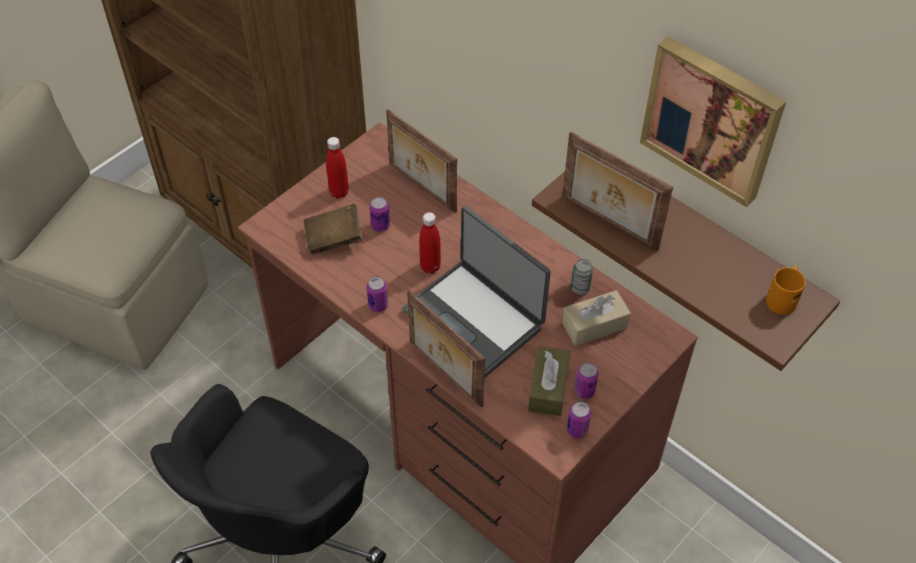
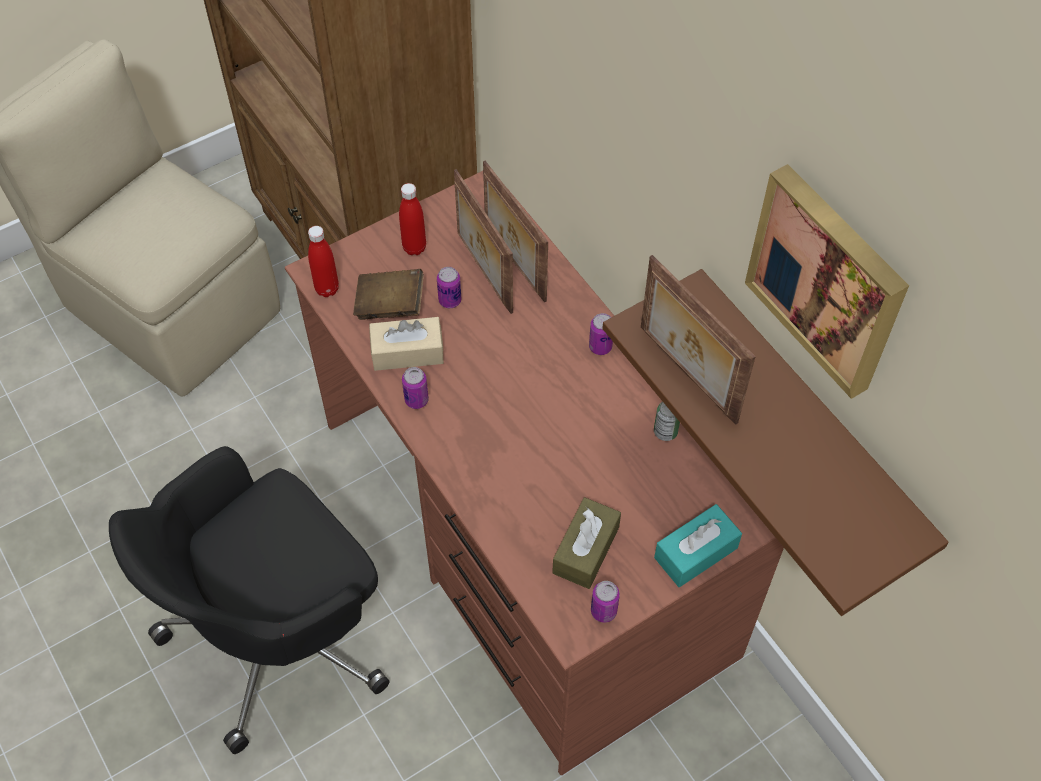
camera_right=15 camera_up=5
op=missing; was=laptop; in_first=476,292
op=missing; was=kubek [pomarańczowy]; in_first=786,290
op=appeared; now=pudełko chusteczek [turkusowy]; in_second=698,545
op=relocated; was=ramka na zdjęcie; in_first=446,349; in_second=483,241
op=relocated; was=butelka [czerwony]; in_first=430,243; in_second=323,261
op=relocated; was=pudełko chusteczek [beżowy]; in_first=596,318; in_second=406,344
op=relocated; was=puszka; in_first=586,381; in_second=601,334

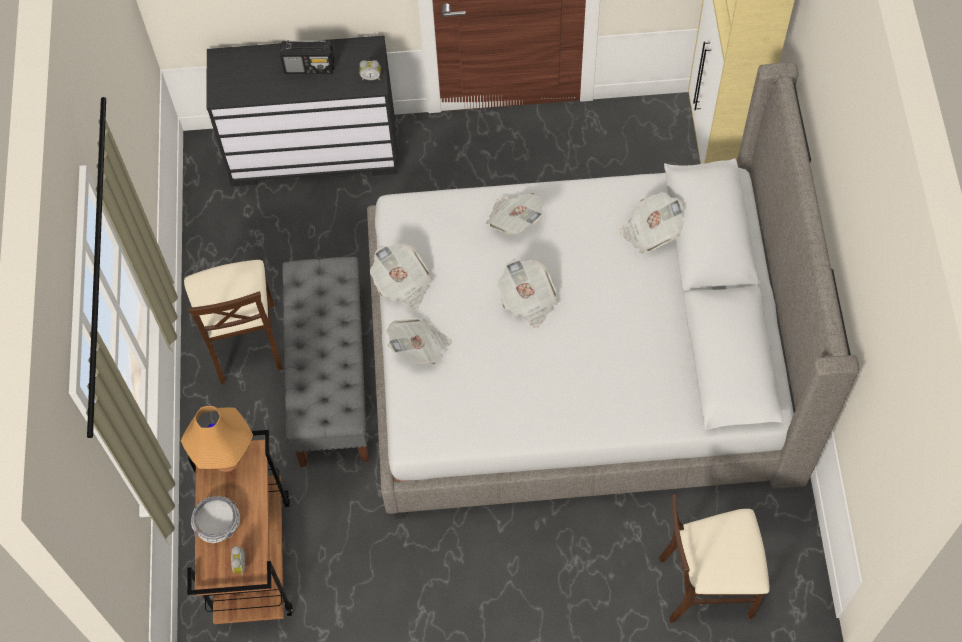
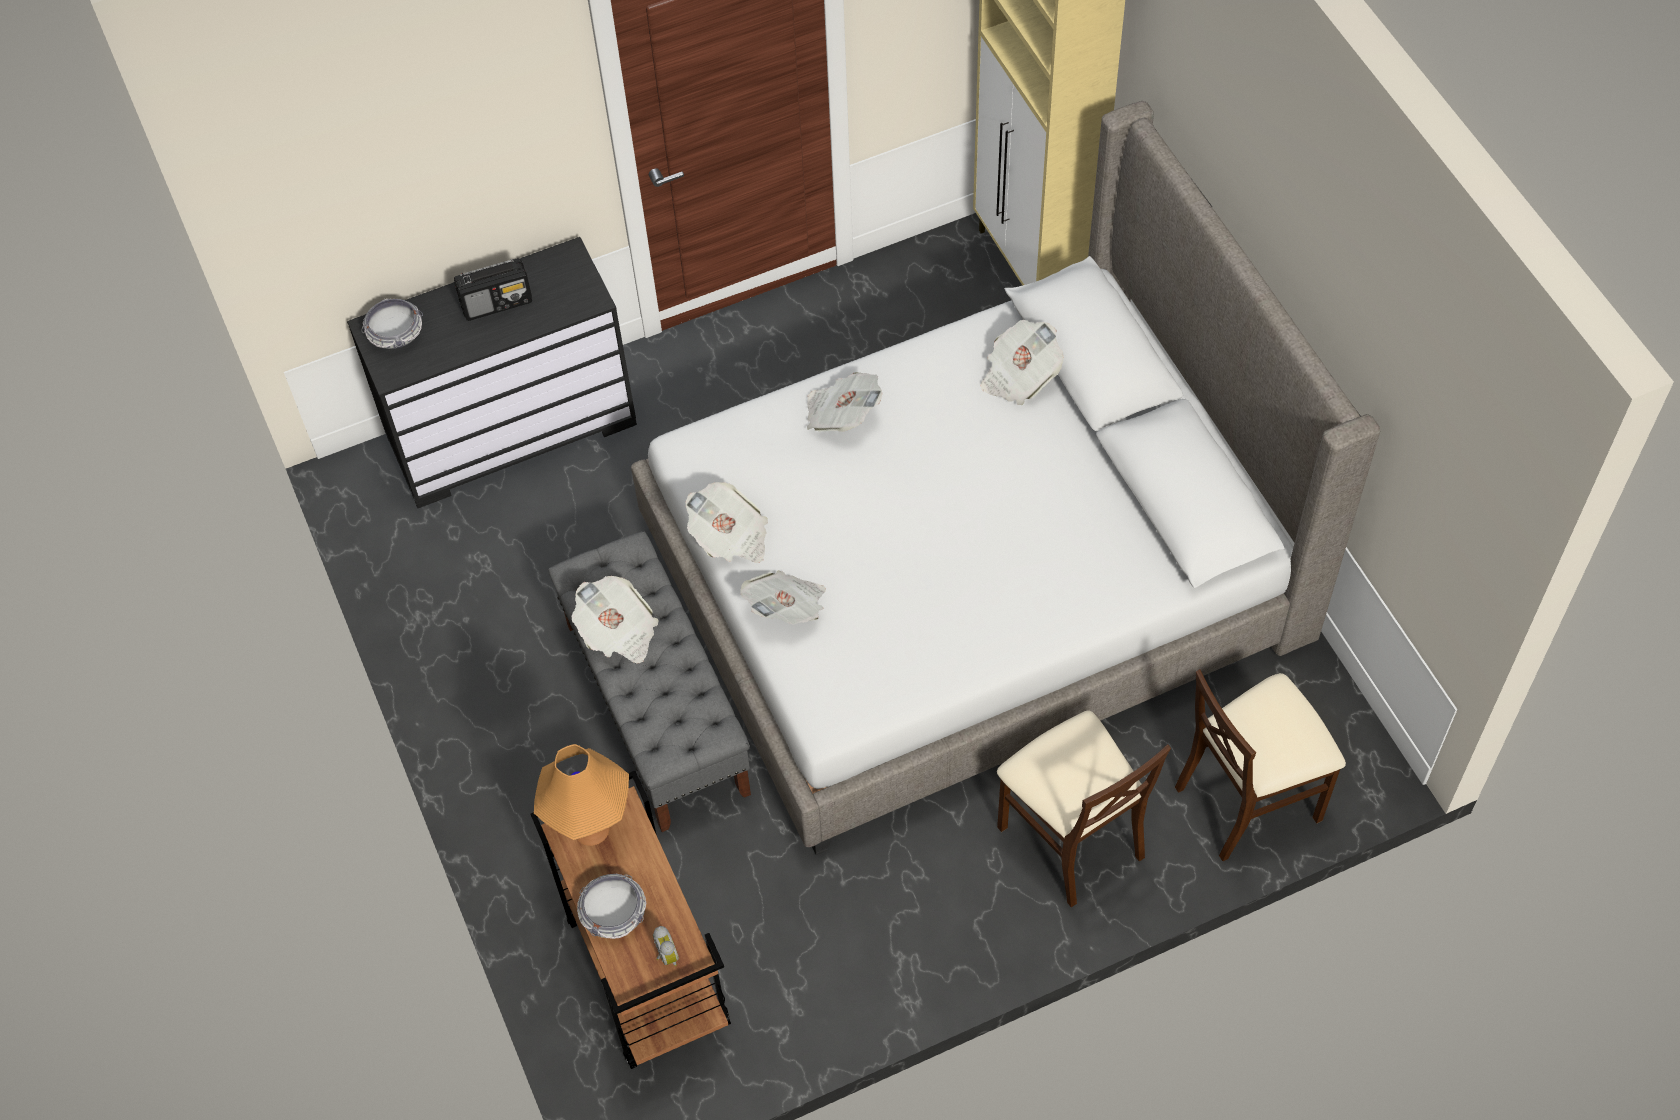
camera_right=-20 camera_up=-5
op=missing; was=budzik; in_first=370,70
op=appeared; now=miska; in_second=392,323
op=relocated; was=krzesło [beżowy]; in_first=233,322; in_second=1084,808
op=relocated; was=gazeta; in_first=528,293; in_second=615,620

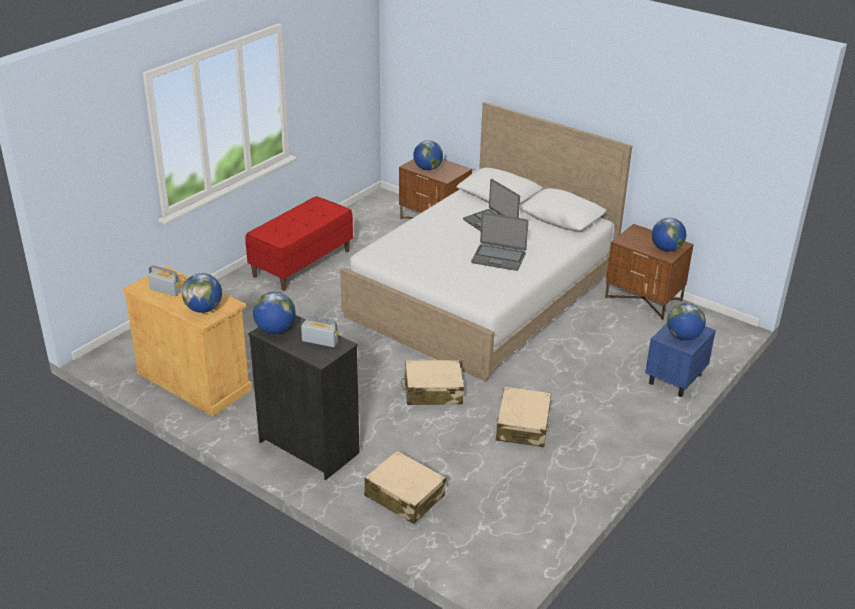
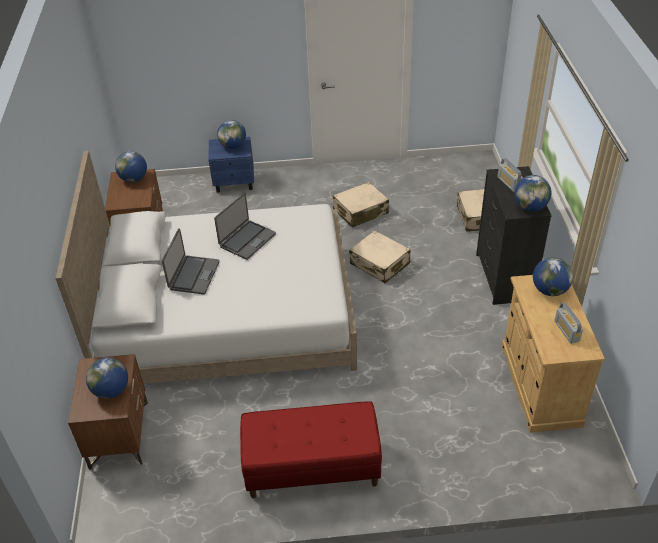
camera_right=-130 camera_up=10
op=spun; was=laptop; in_first=500,241; in_second=245,226; clockwise=60

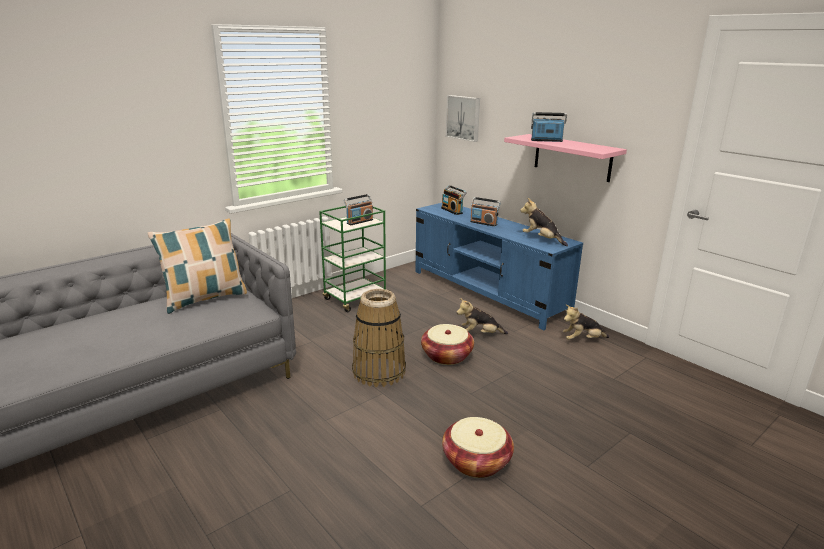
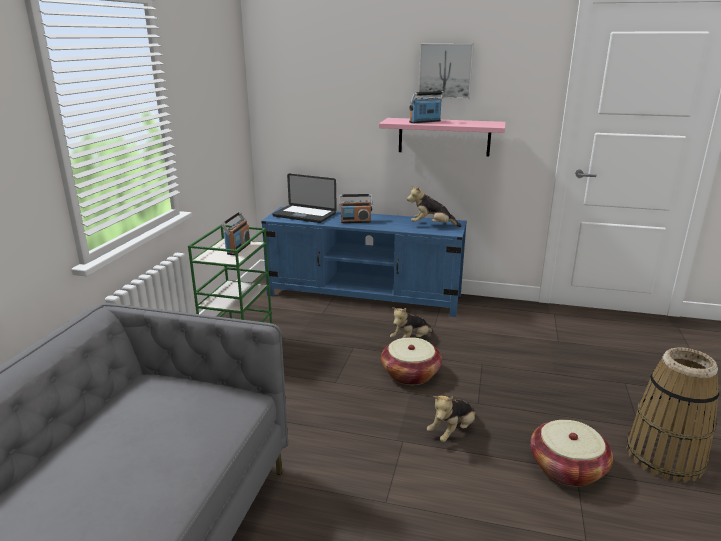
camera_right=-35 camera_up=0
op=missing; was=poduszka; in_first=197,266
op=relocated; was=koszyk; in_first=379,338; in_second=673,415
op=relocated; was=obraz; in_first=463,118; in_second=446,71
op=relocated; was=pluszak; in_first=586,322; in_second=451,419
op=exchanged; was=radio; now=laptop; in_first=454,200; in_second=304,198

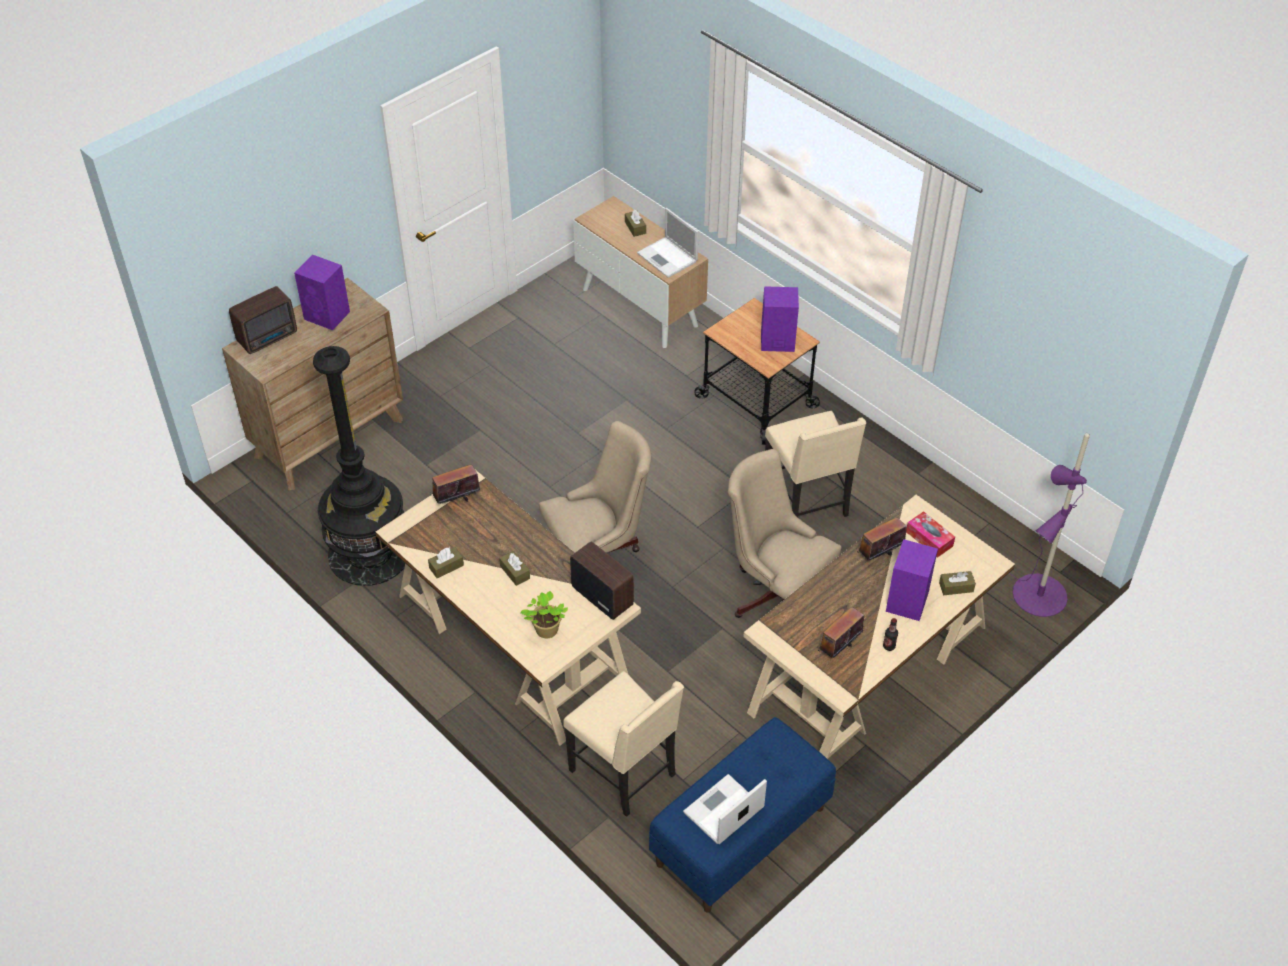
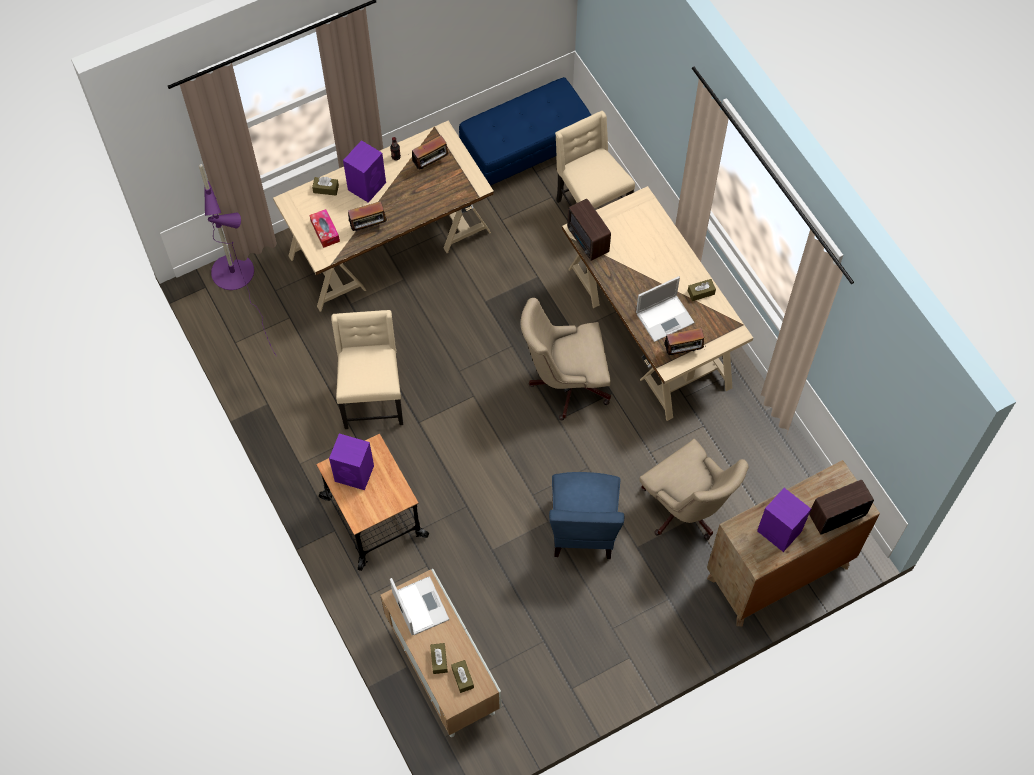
camera_right=-165 camera_up=15
op=missing; was=lampa stojąca [czarny]; in_first=359,466
op=missing; was=roślina doniczkowa; in_first=544,614
op=appeared; now=krzesło [niebieski]; in_second=586,515
op=relocated; was=pudełko chusteczek [brązowy]; in_first=514,568; in_second=462,676
op=relocated; was=laptop; in_first=725,809; in_second=665,309
op=relocated; was=krzesło biurowe [beżowy]; in_first=785,533; in_second=694,489

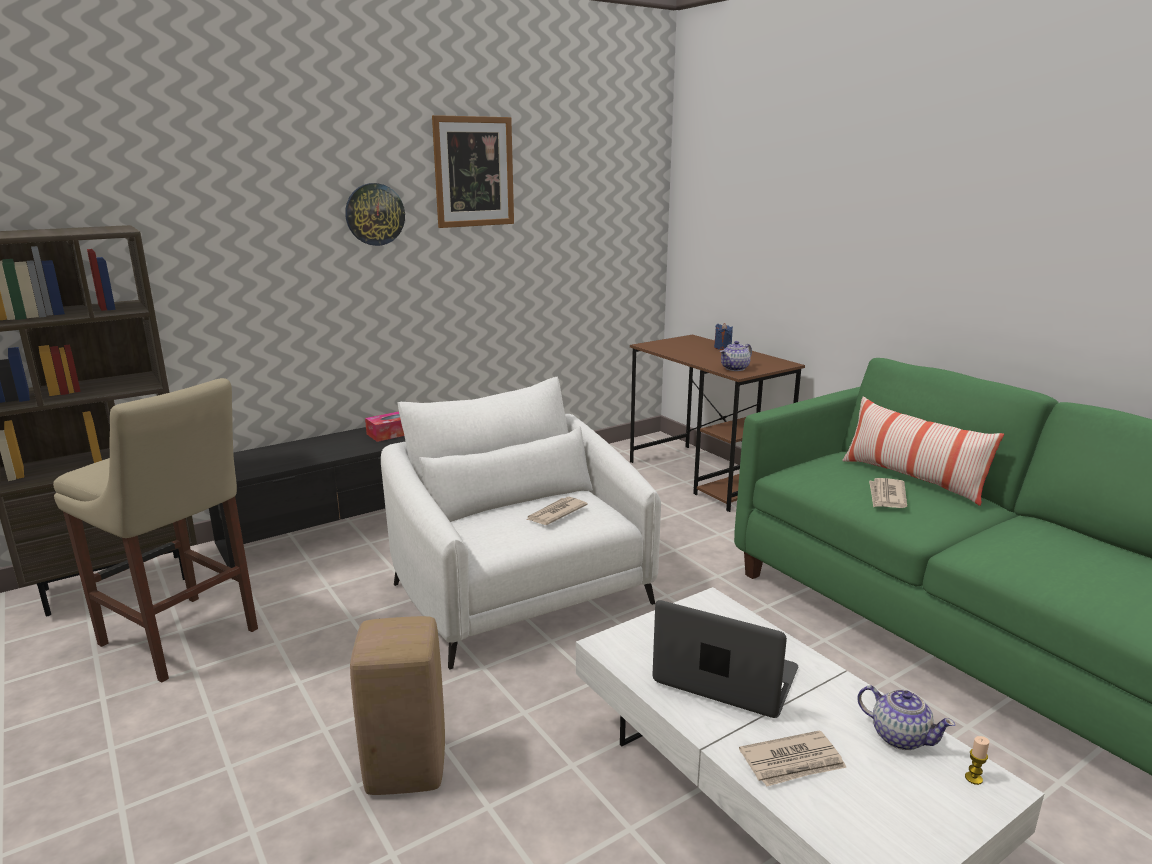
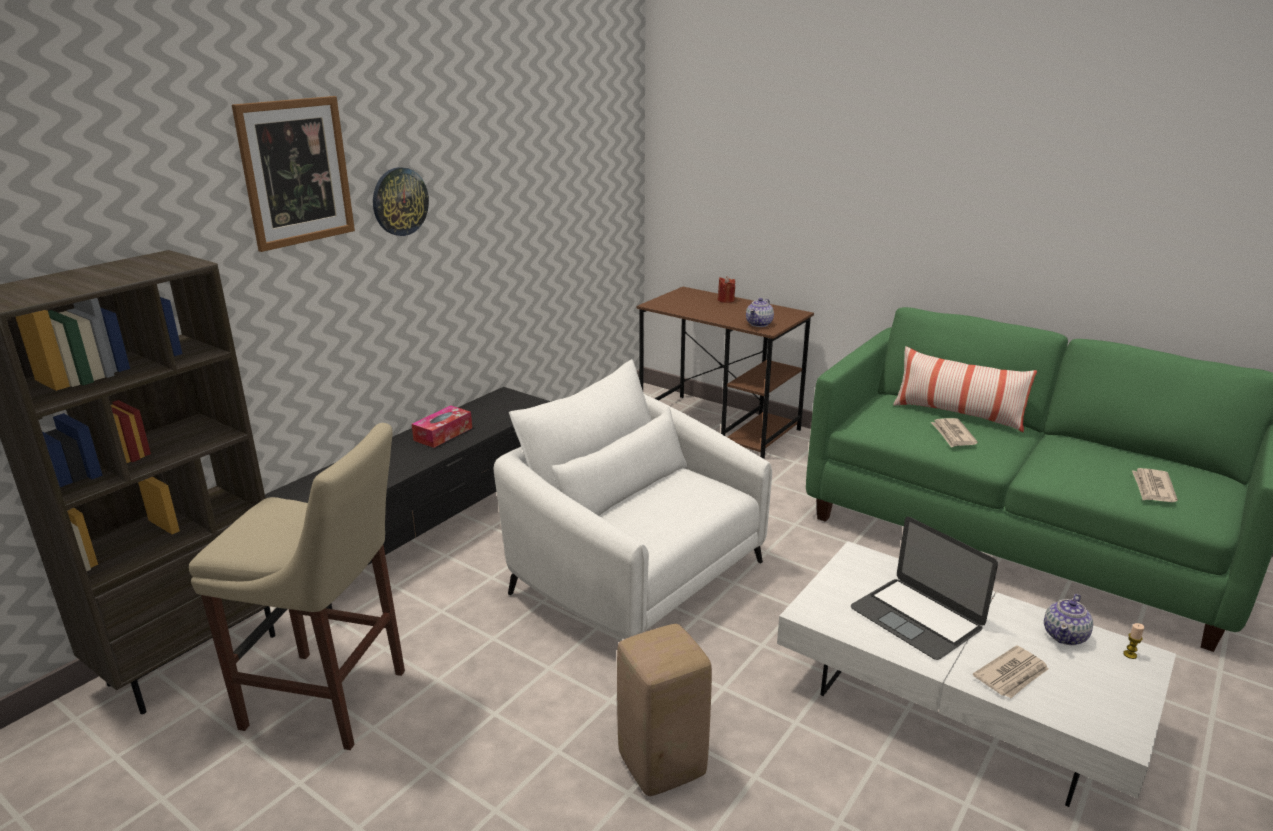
camera_right=-20 camera_up=5
op=relocated; was=obraz; in_first=473,171; in_second=293,174
op=relocated; was=gazeta; in_first=557,511; in_second=1155,485
op=colour; was=świeca [niebieski]; now=świeca [czerwony]; in_first=723,336; in_second=726,289
op=spun; was=laptop; in_first=725,659; in_second=924,588; clockwise=-135
op=spun; was=imbryk; in_first=906,717; in_second=1068,619; clockwise=105

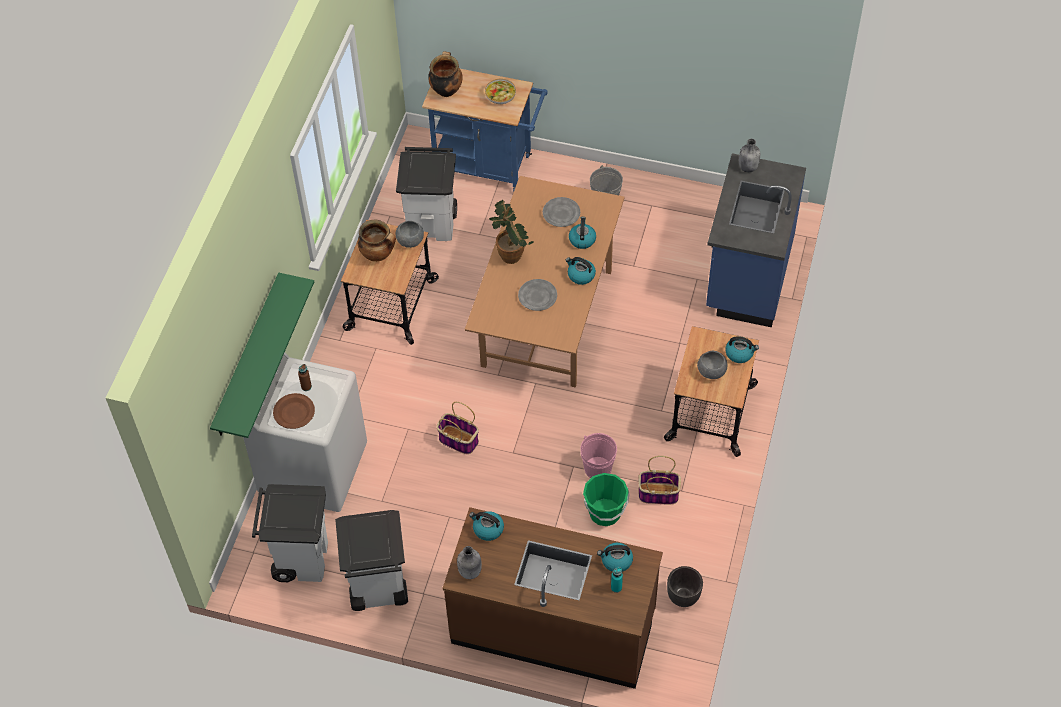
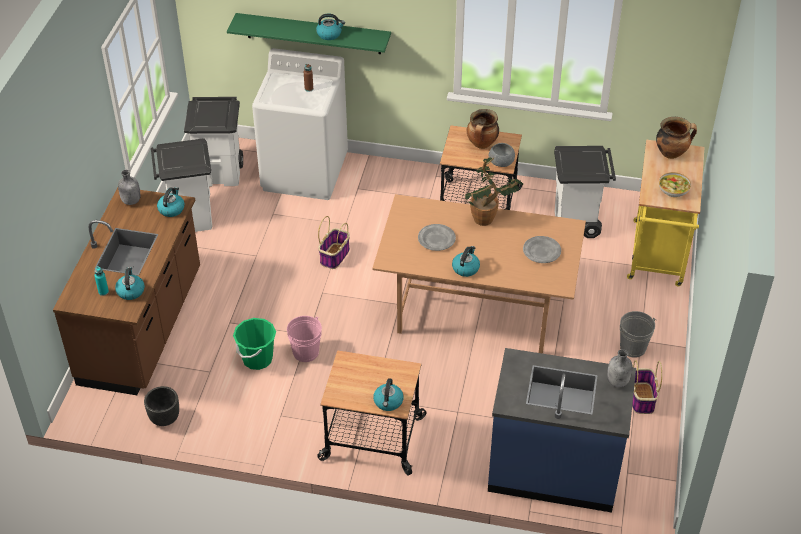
camera_right=85 camera_up=-10
op=missing; was=talerz [brązowy]; in_first=294,411
op=missing; was=miska [szary]; in_first=712,365
op=relocated; was=czajnik; in_first=582,233; in_second=330,27
op=relocated; was=koszyk; in_first=659,480; in_second=647,387
op=colour; was=wózek [niebieski]; now=wózek [żółty]; in_first=485,131; in_second=665,212

